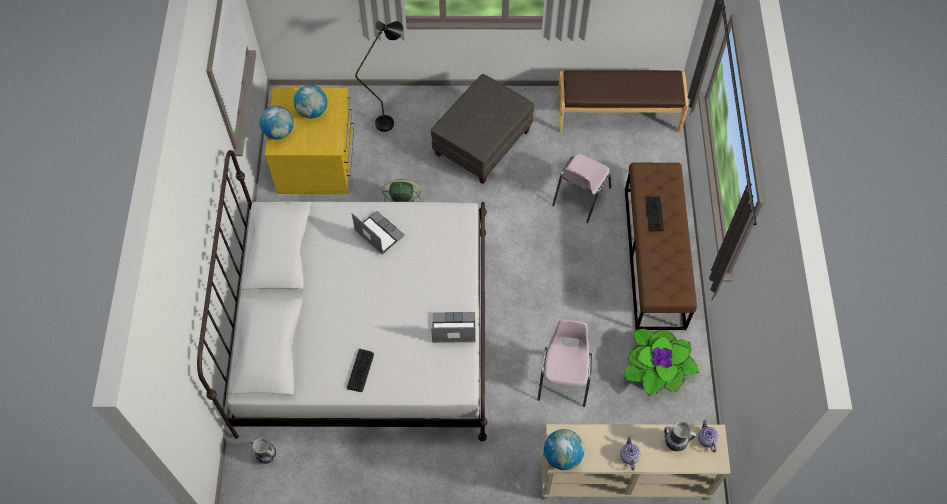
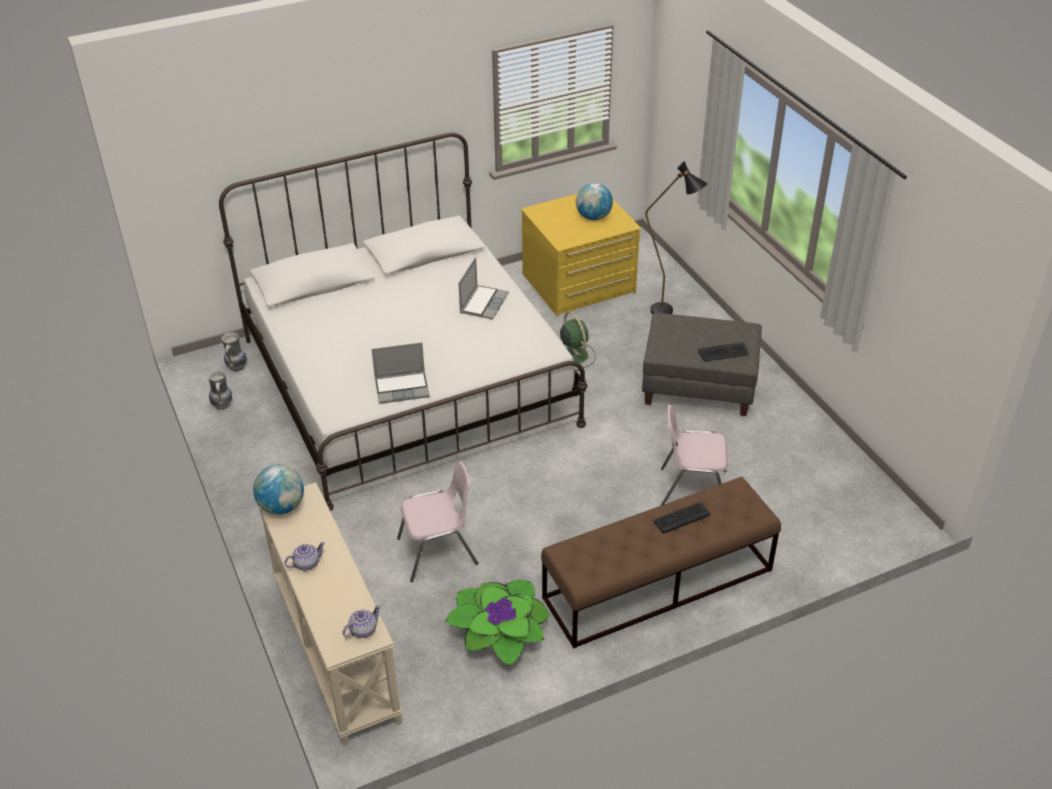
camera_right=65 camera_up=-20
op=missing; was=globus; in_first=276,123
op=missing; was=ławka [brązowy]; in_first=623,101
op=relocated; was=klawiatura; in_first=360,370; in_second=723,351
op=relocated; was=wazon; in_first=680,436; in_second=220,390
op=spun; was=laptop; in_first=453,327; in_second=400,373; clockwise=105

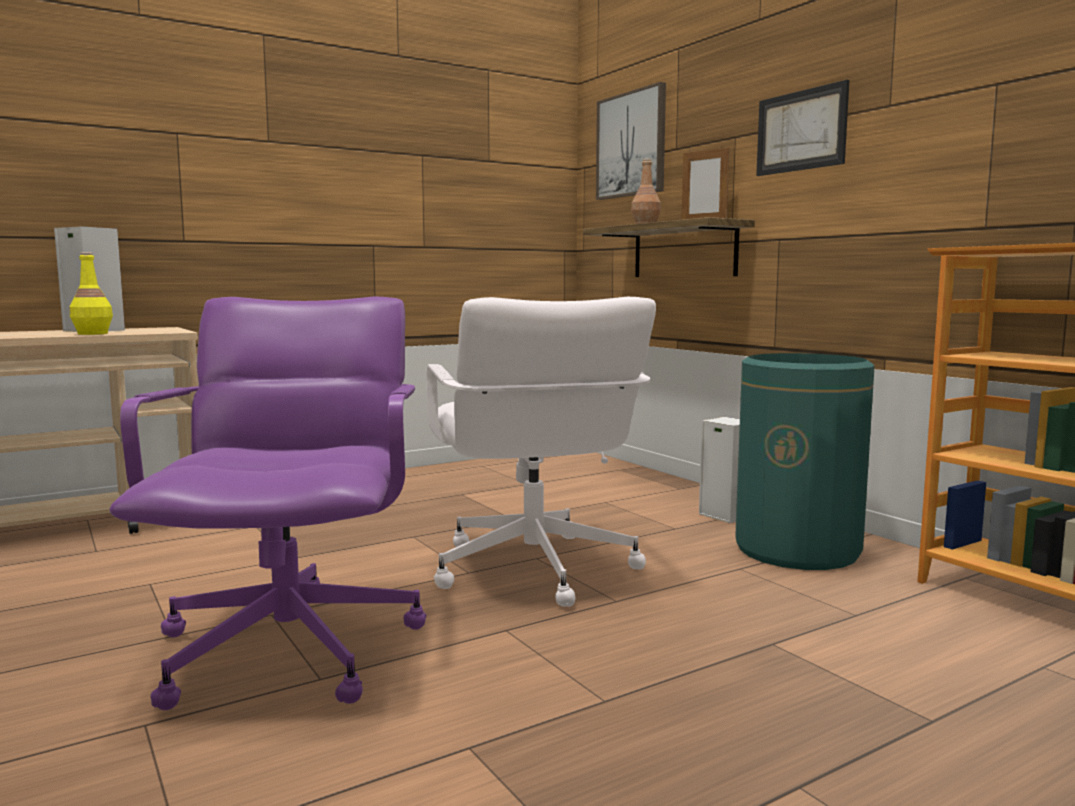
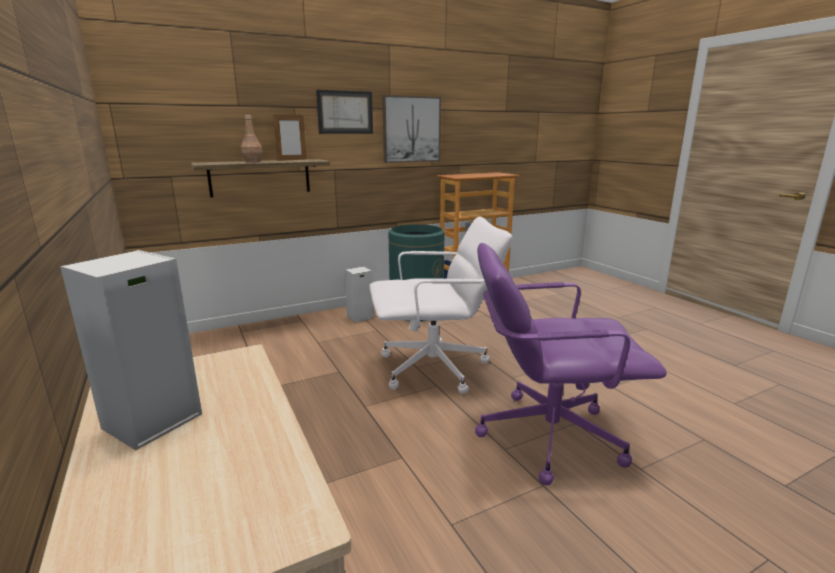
camera_right=-85 camera_up=10
op=missing; was=butelka [żółty]; in_first=91,293
op=relocated; was=obraz; in_first=631,141; in_second=411,129

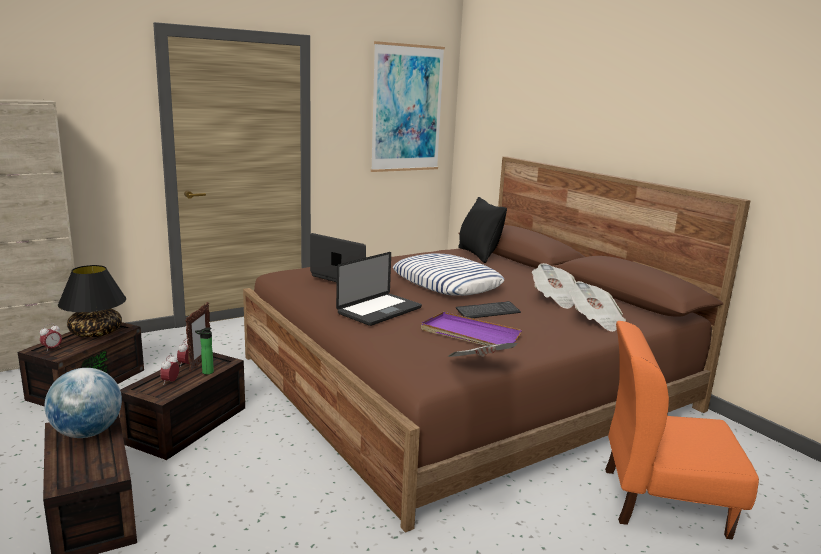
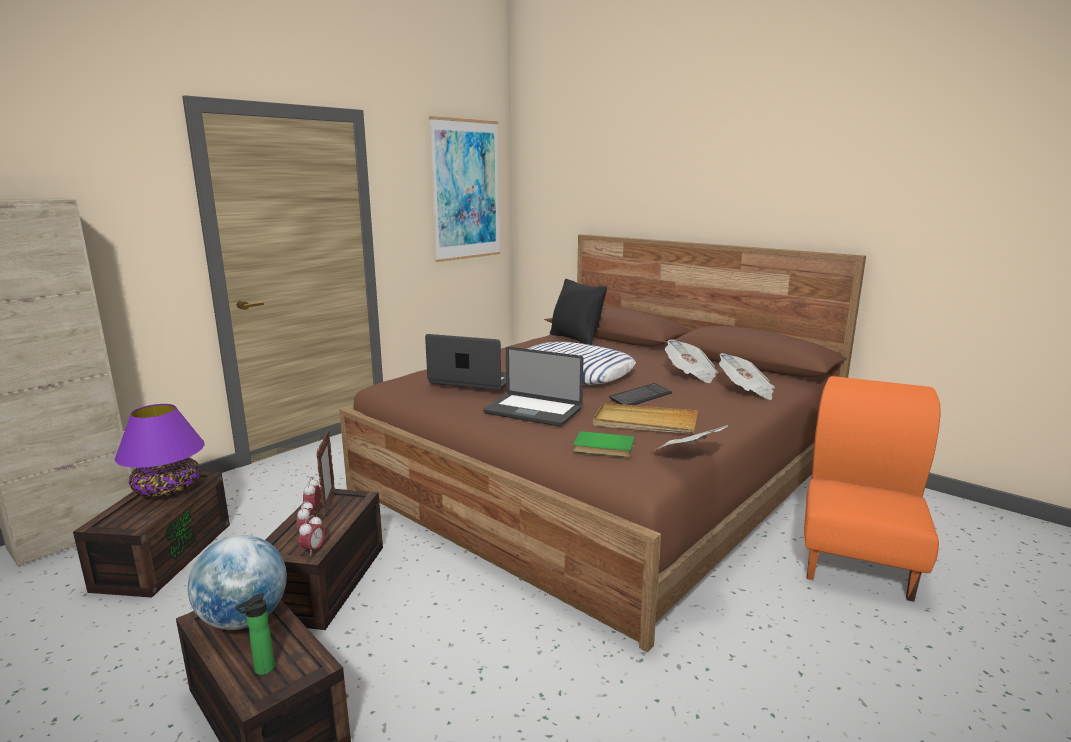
camera_right=-15 camera_up=0
op=appeared; now=książka [zielony]; in_second=604,444
op=relocated; was=budzik; in_first=51,338; in_second=312,535
op=relocated; was=butelka; in_first=204,351; in_second=255,634
op=colour; was=lampa stołowa [czarny]; now=lampa stołowa [fioletowy]; in_first=92,301; in_second=160,450
op=colour; was=taca [fioletowy]; now=taca [beżowy]; in_first=471,331; in_second=645,418
op=spun; was=laptop; in_first=379,289; in_second=533,386; clockwise=90
op=spun; was=krzesło [pomarańczowy]; in_first=682,430; in_second=872,489; clockwise=120

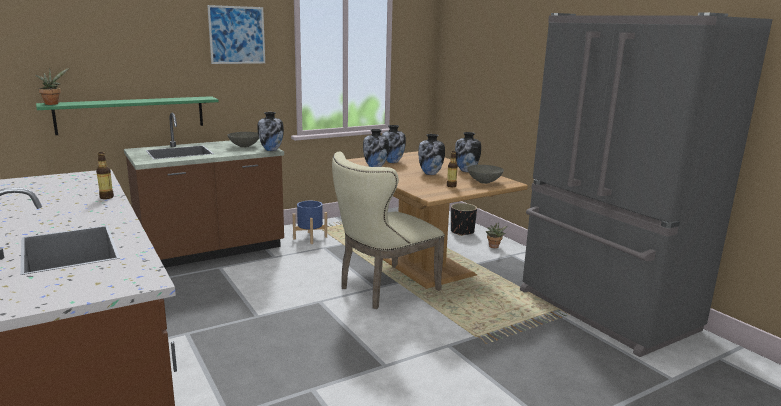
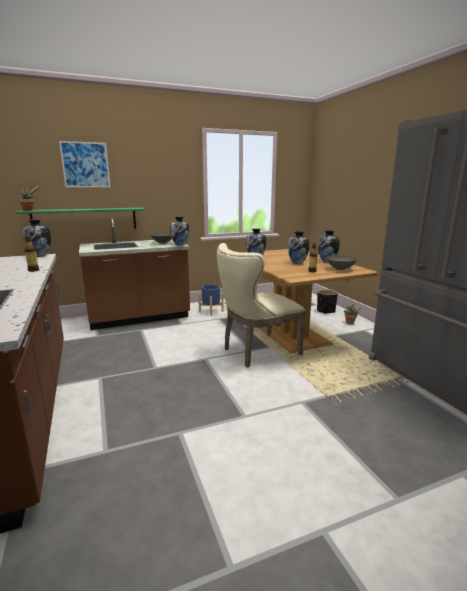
camera_right=10 camera_up=0
op=relocated; was=obraz; in_first=236,34; in_second=84,164
op=relocated; was=wazon; in_first=394,144; in_second=37,238

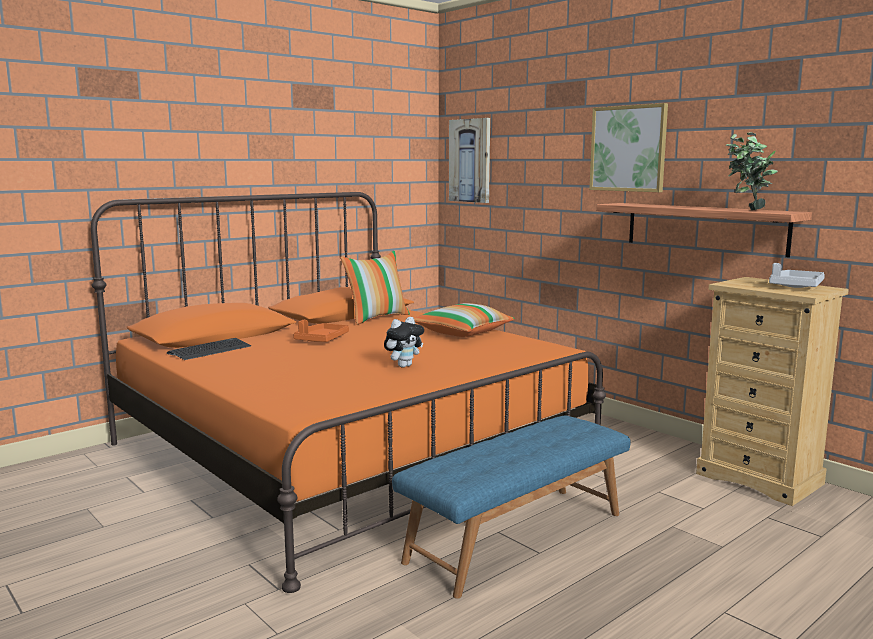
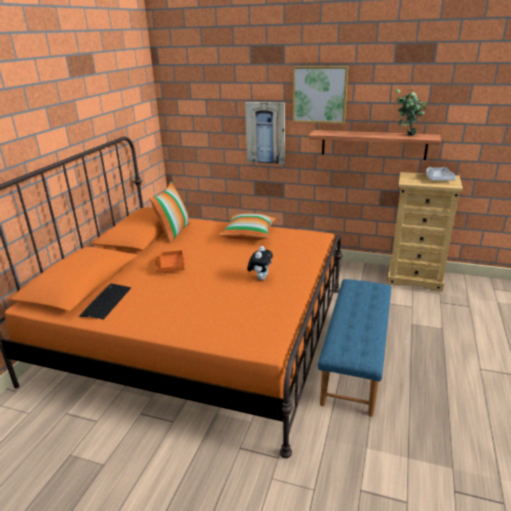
camera_right=-30 camera_up=15
op=relocated; was=obraz; in_first=469,160; in_second=265,133

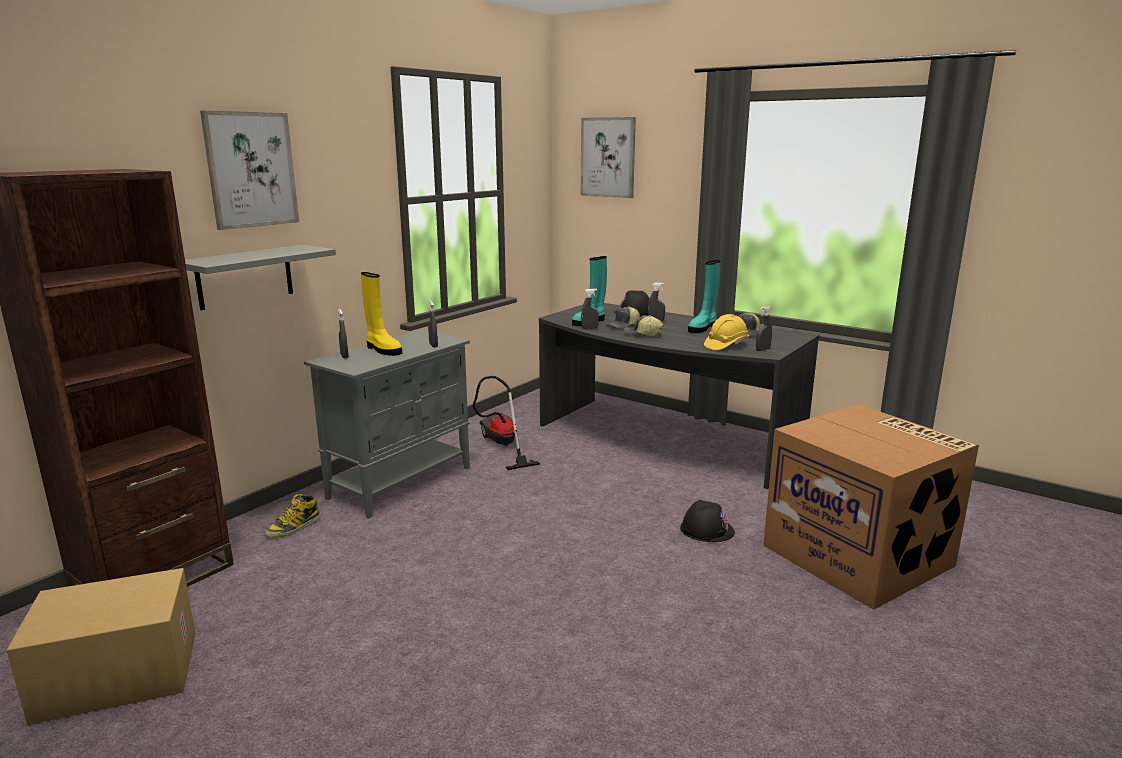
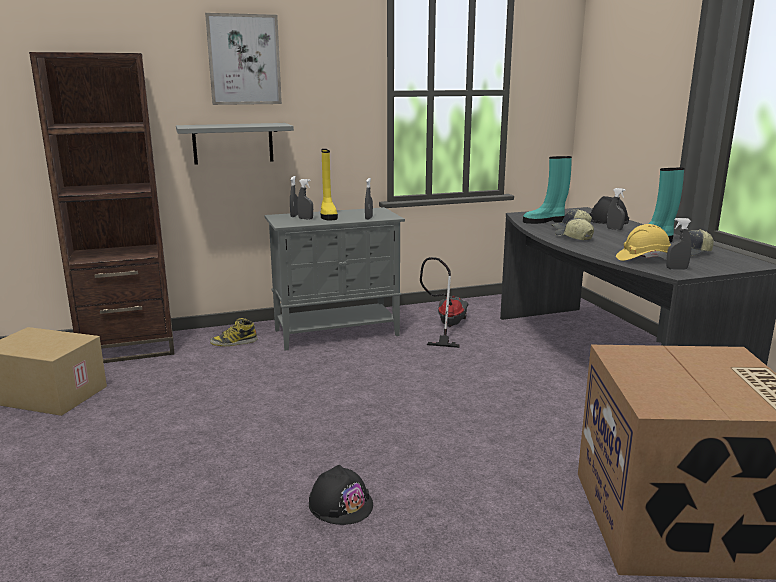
camera_right=35 camera_up=0
op=missing; was=obraz; in_first=608,157
op=relocated; was=spryskiwacz [szary]; in_first=590,309; in_second=305,199
op=relocated; was=kask [czarny]; in_first=707,521; in_second=341,495

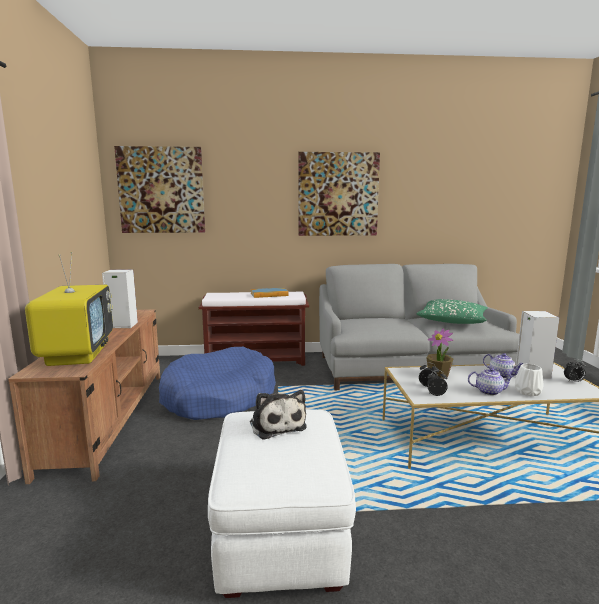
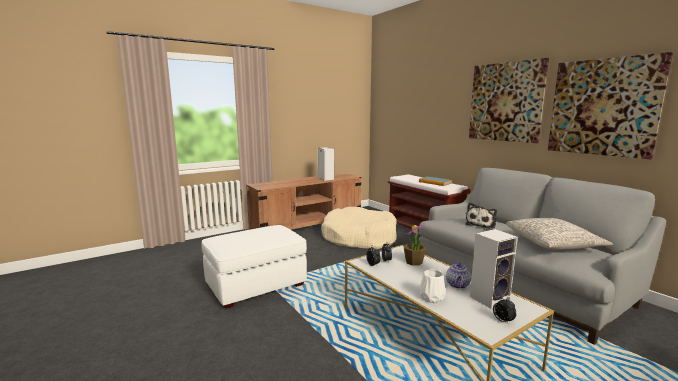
camera_right=60 camera_up=0
op=missing; was=telewizor; in_first=69,309
op=missing; was=imbryk; in_first=491,382
op=relocated; was=obraz; in_first=159,189; in_second=610,106
op=relocated; was=pluszak; in_first=278,415; in_second=481,215
op=colour; was=legowisko [niebieski]; now=legowisko [beżowy]; in_first=217,383; in_second=359,228
op=colour; was=poduszka [zielony]; now=poduszka [szary]; in_first=452,311; in_second=559,234

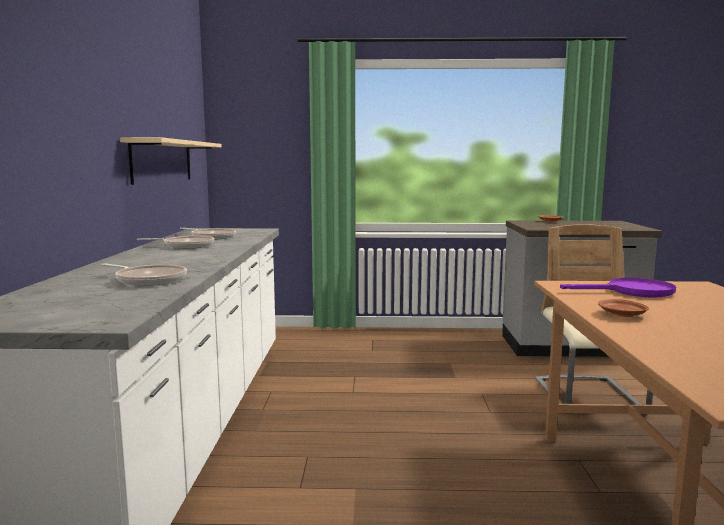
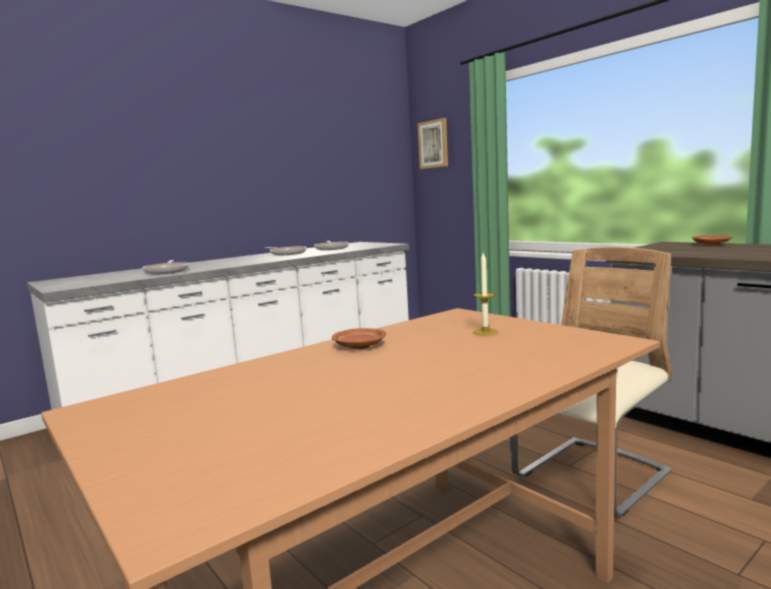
camera_right=50 camera_up=0
op=missing; was=półka [beżowy]; in_first=171,161
op=appeared; now=obraz; in_second=433,143
op=exchanged; was=patelnia [fioletowy]; now=świeca; in_first=618,288; in_second=485,294

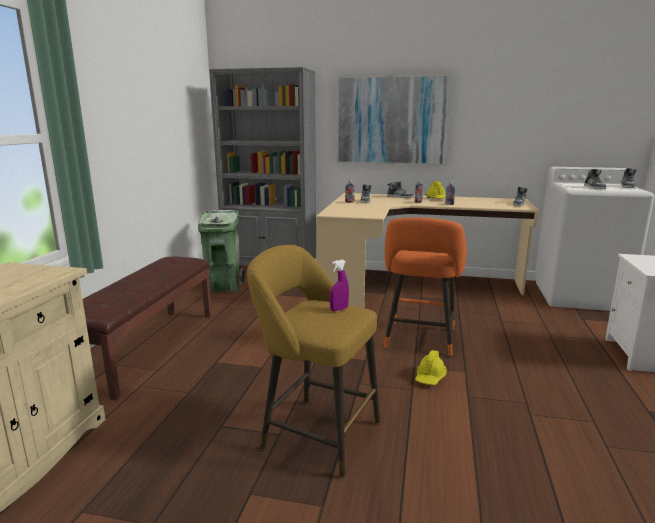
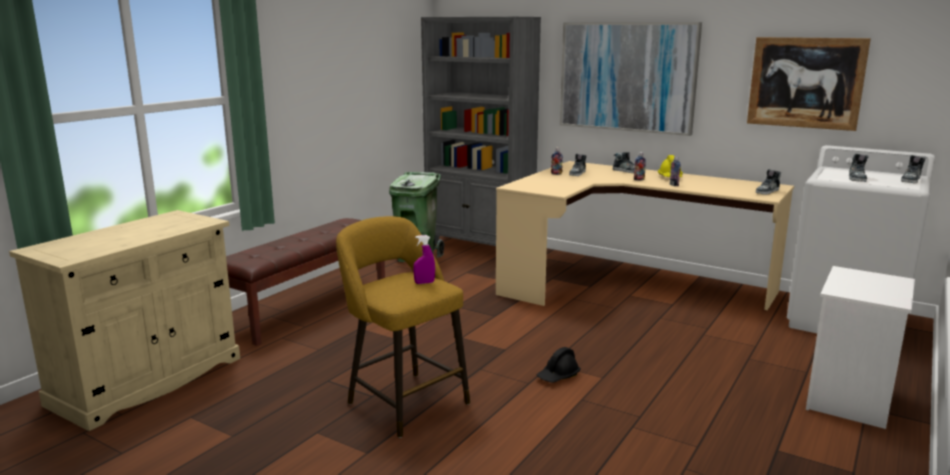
camera_right=20 camera_up=0
op=missing; was=stołek [pomarańczowy]; in_first=425,286
op=appeared; now=obraz; in_second=809,84
op=colour; was=kask [żółty]; now=kask [czarny]; in_first=431,367; in_second=558,364

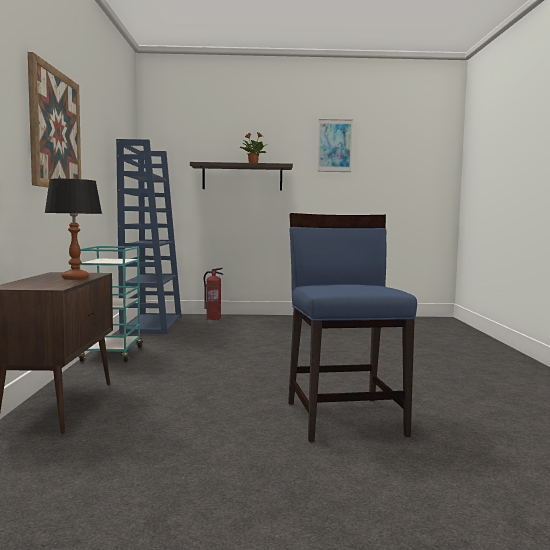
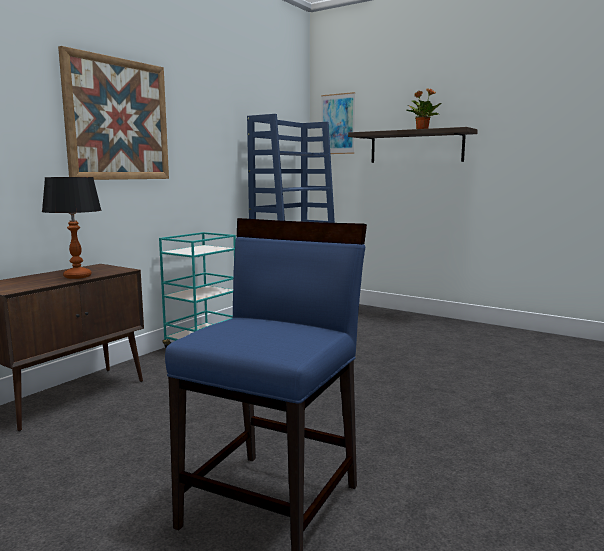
camera_right=35 camera_up=5
op=missing; was=gaśnica; in_first=213,294
op=relocated; was=obraz; in_first=335,145; in_second=338,123

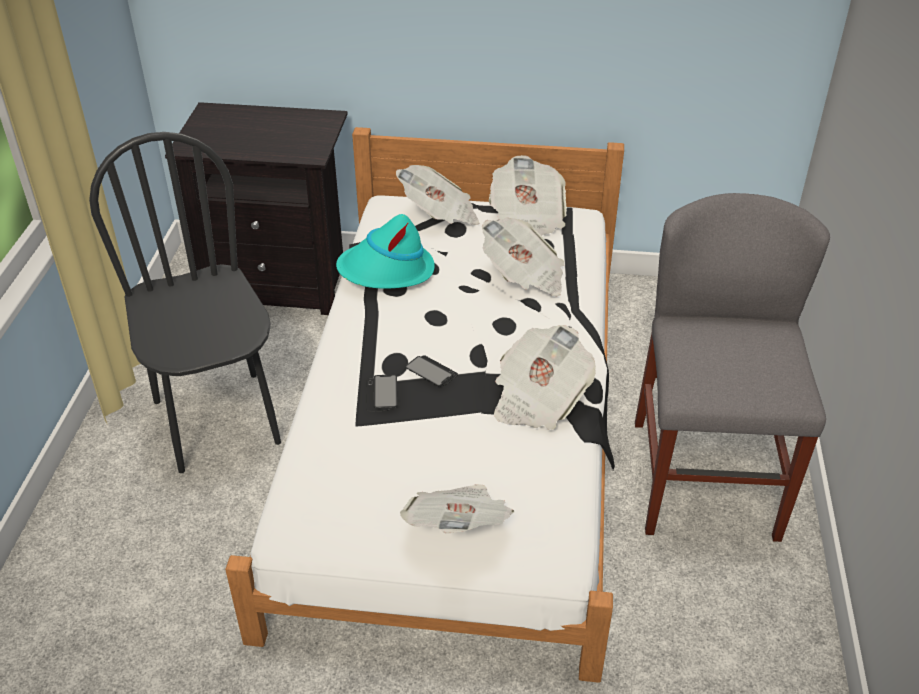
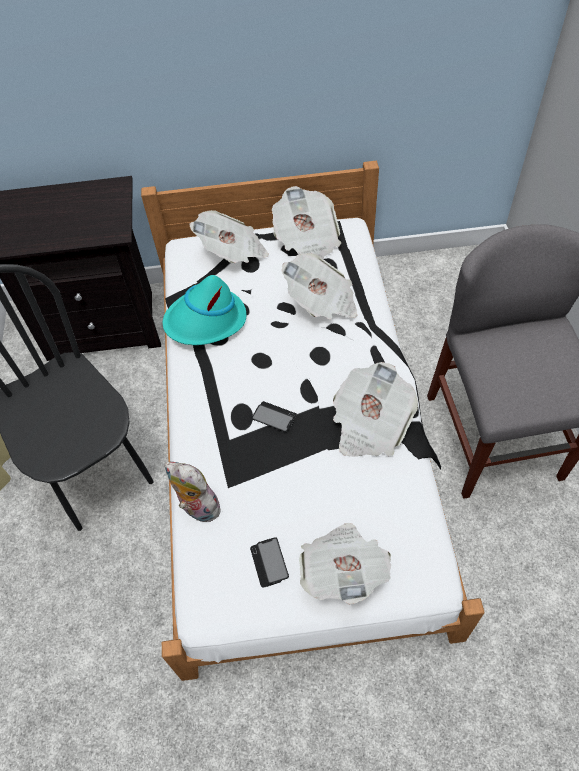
camera_right=-10 camera_up=15
op=appeared; now=pluszak; in_second=194,492
op=relocated; was=telefon; in_first=381,393; in_second=269,562

